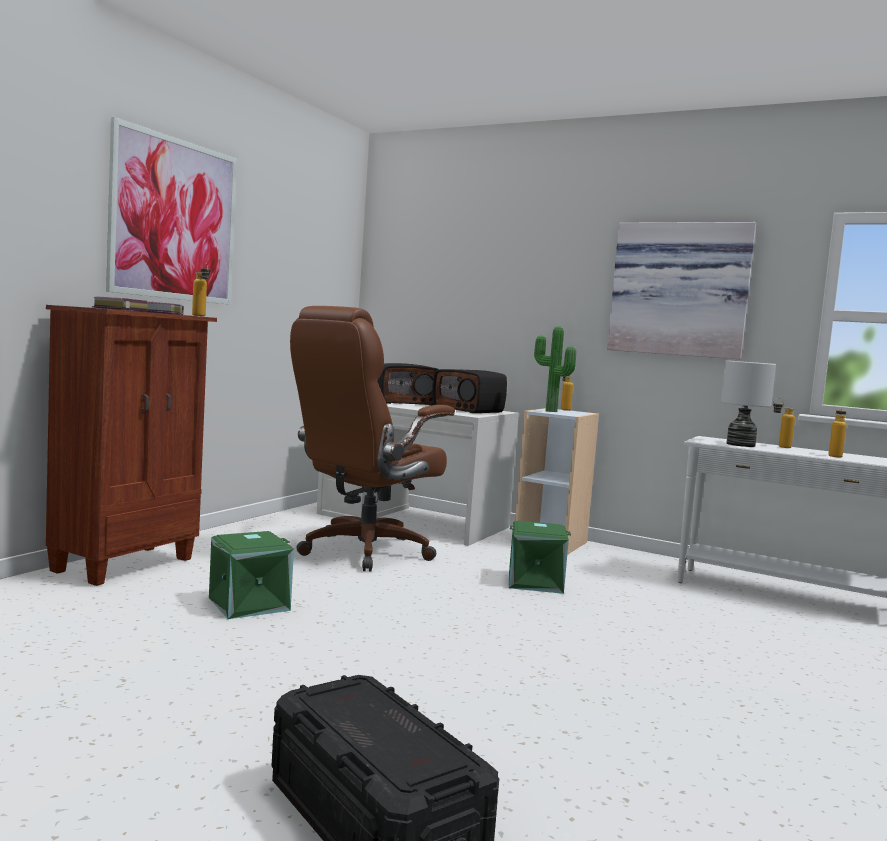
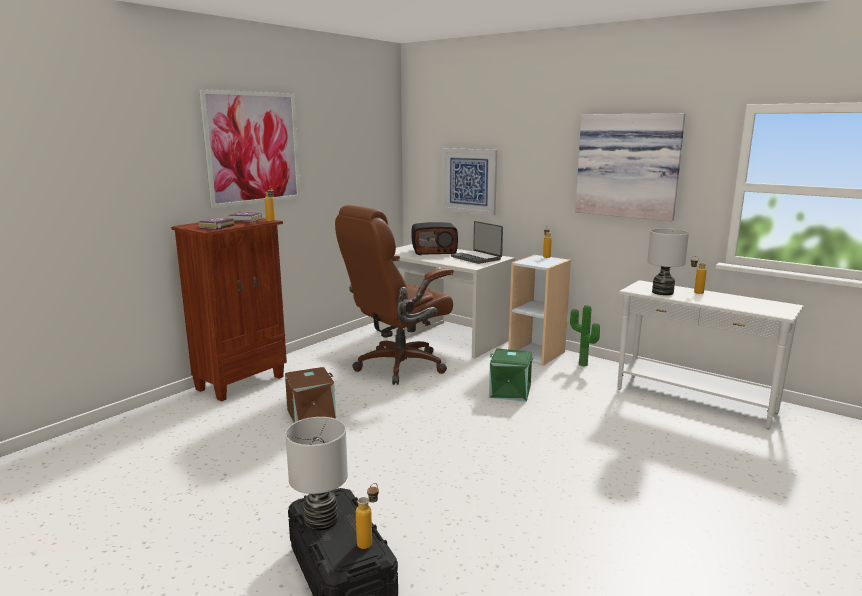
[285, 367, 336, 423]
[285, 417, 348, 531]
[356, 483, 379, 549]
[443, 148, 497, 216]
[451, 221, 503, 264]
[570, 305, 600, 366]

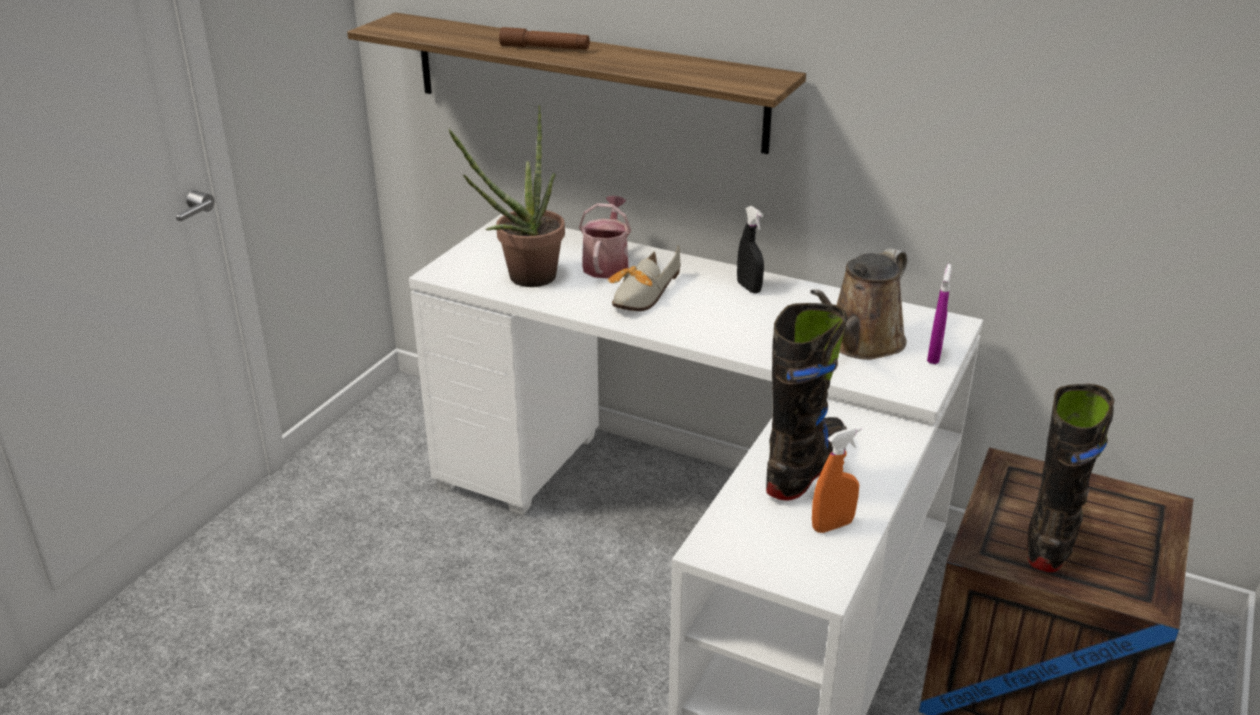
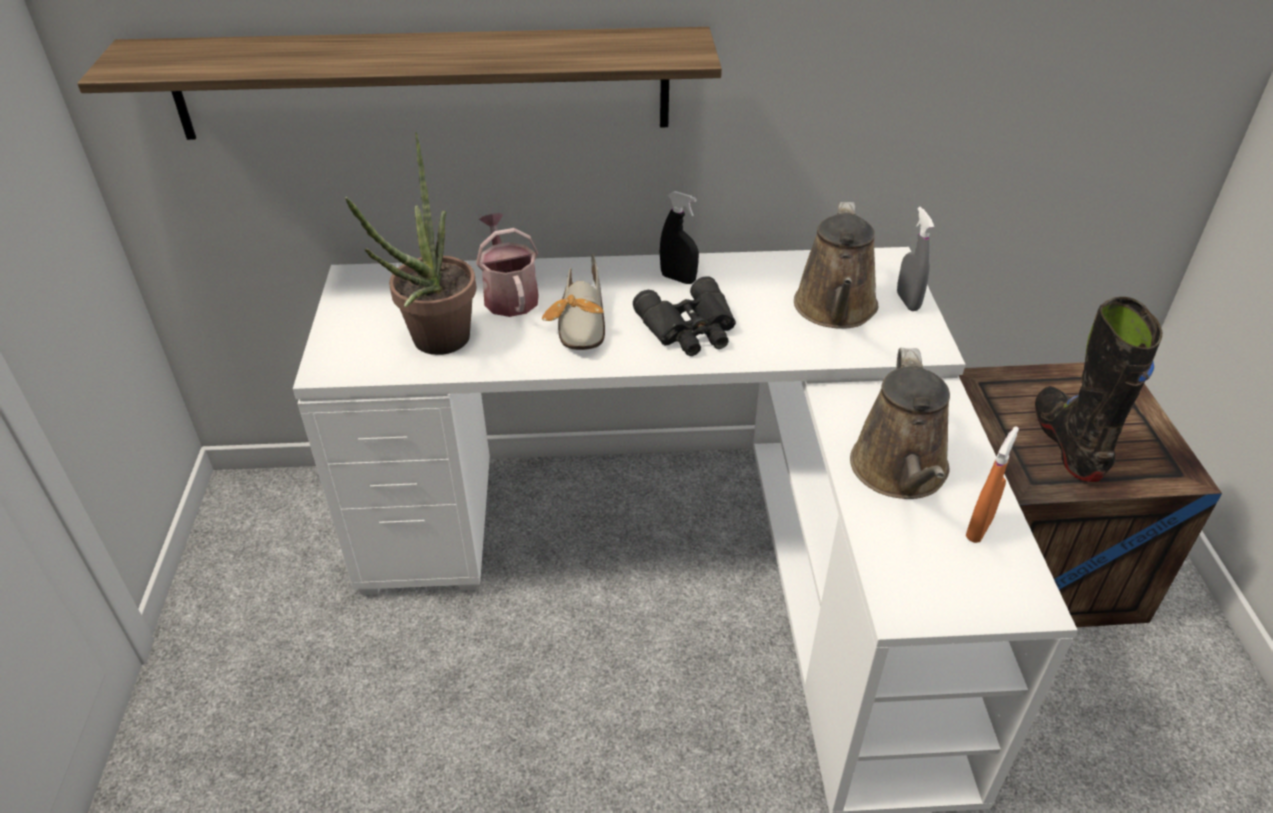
[633, 276, 736, 356]
[850, 348, 950, 499]
[897, 207, 934, 311]
[499, 27, 590, 50] (first image)

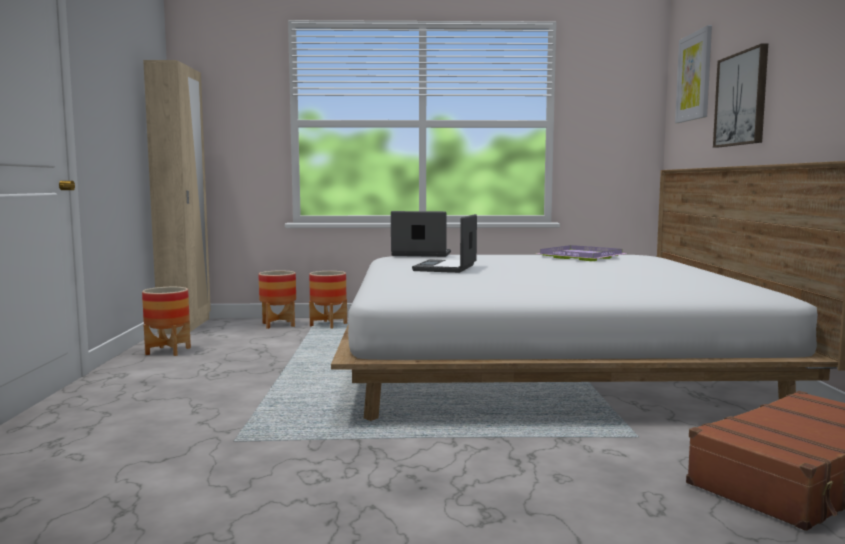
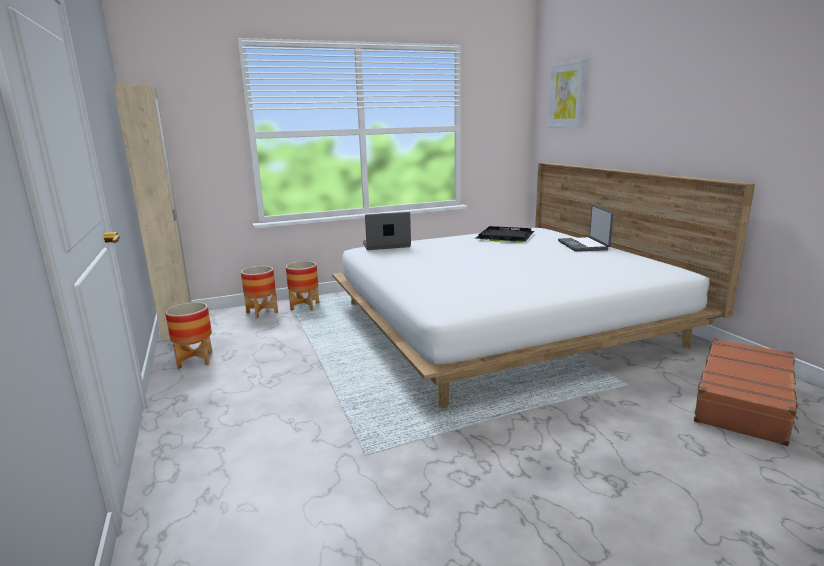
[475, 226, 534, 243]
[558, 205, 614, 252]
[713, 44, 768, 147] (first image)

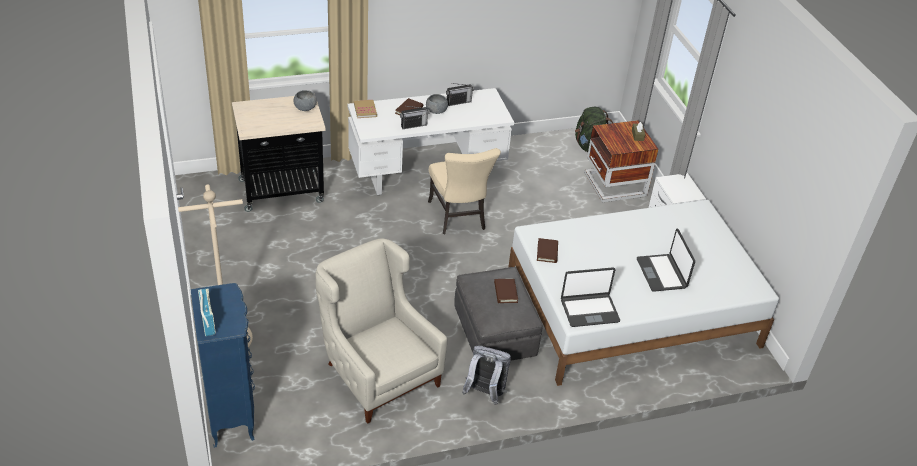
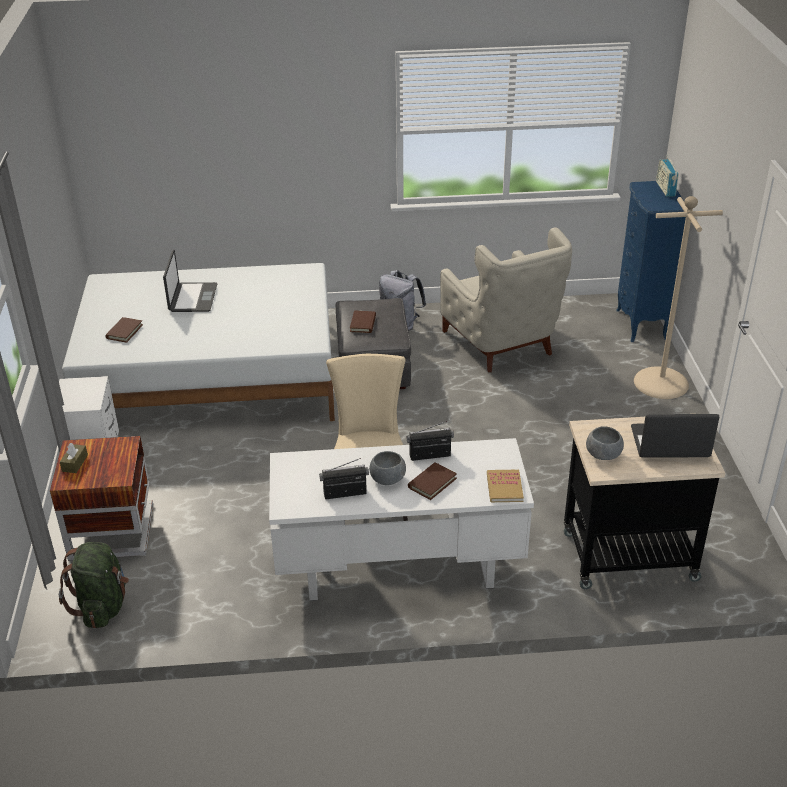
[106, 317, 143, 343]
[631, 414, 719, 458]

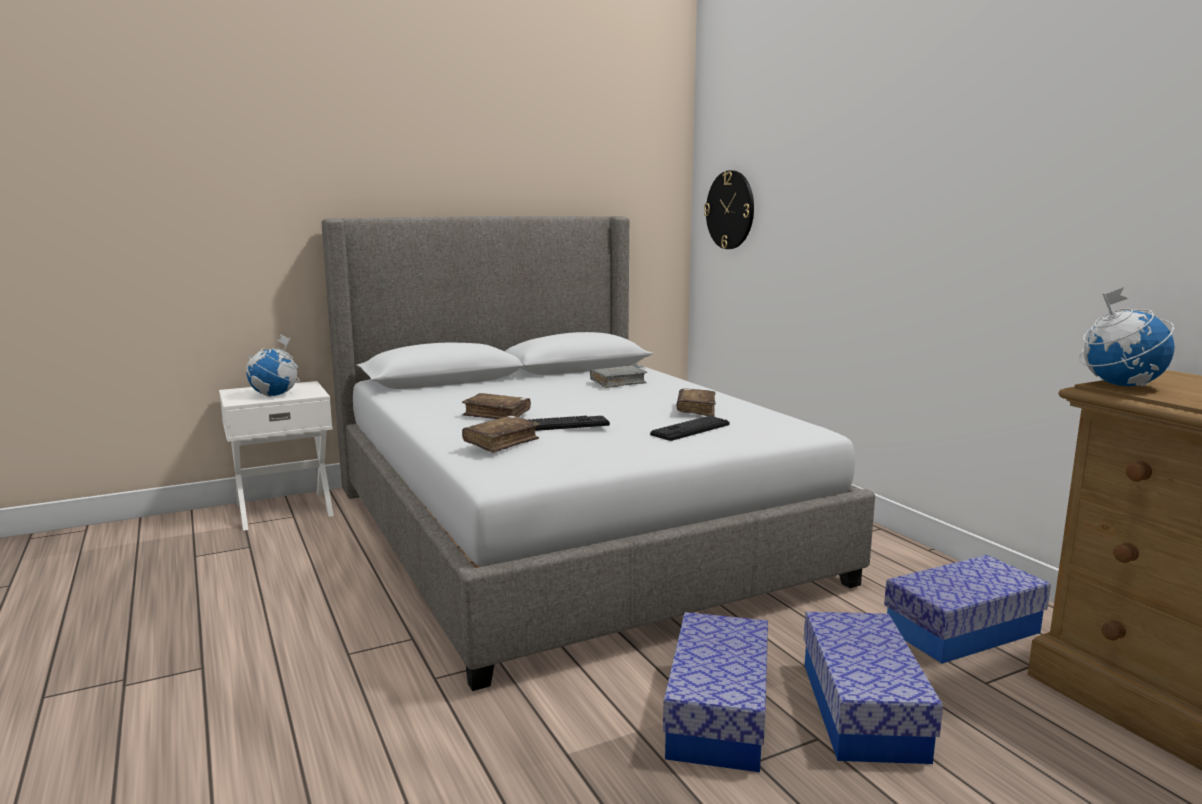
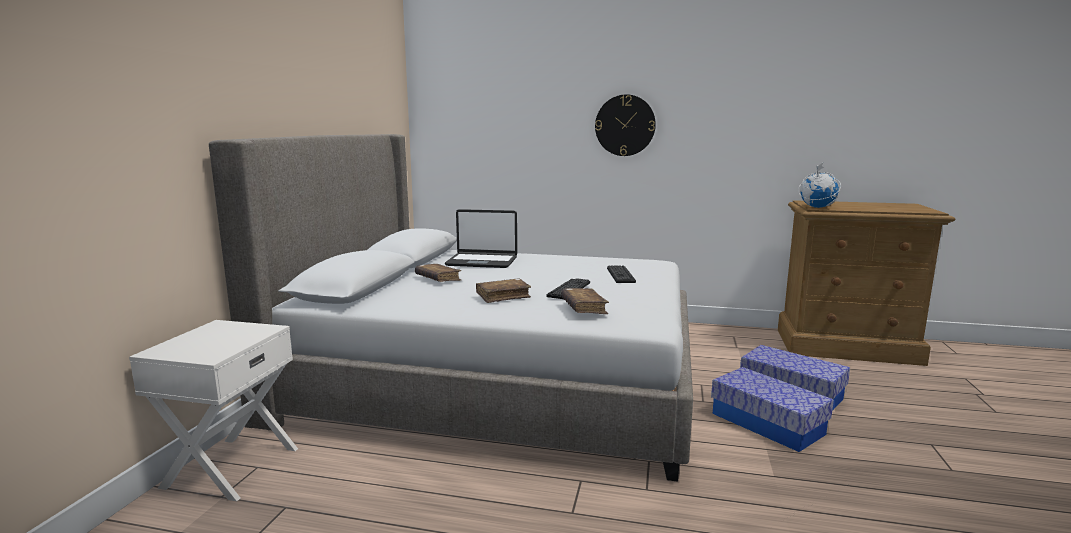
[415, 264, 461, 282]
[445, 209, 517, 268]
[595, 94, 656, 156]
[246, 334, 299, 397] (first image)
[884, 555, 1051, 664] (first image)

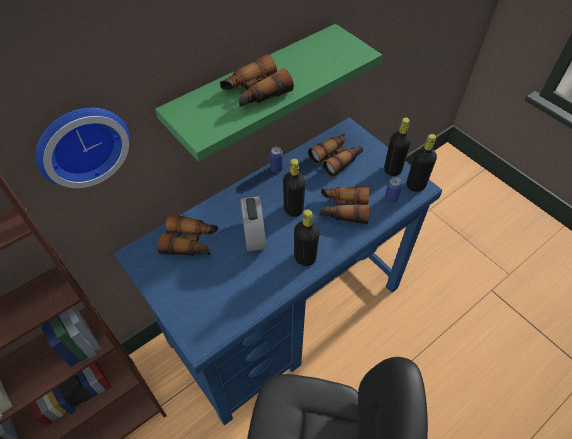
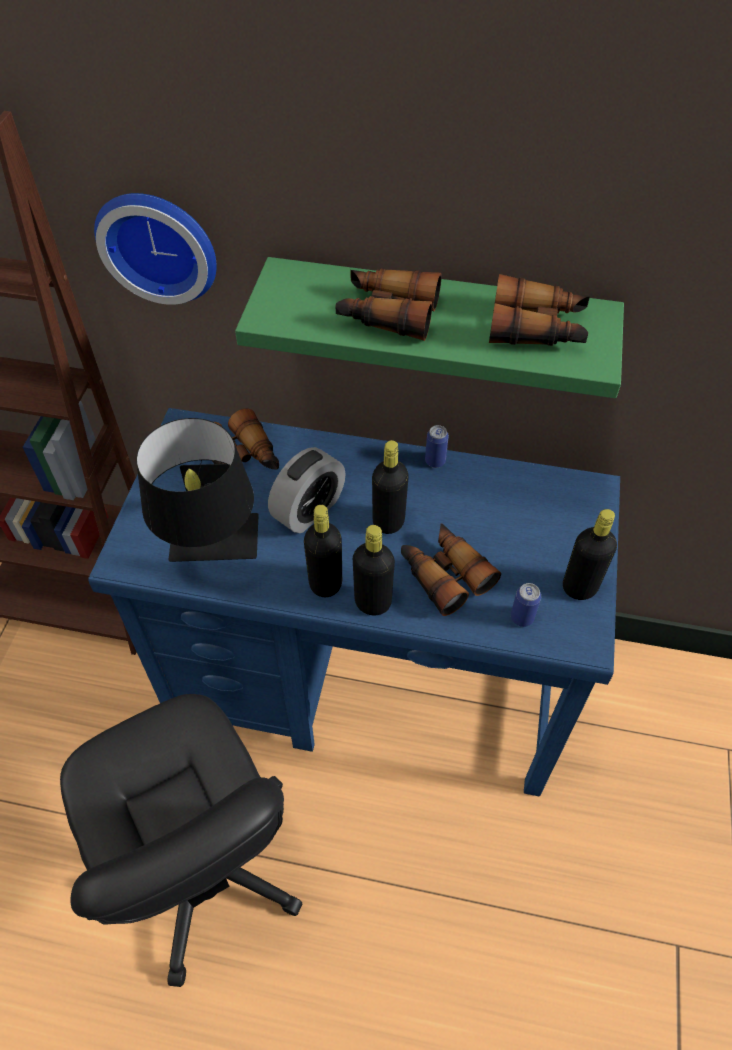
[136, 418, 259, 562]
[353, 525, 395, 615]
[489, 274, 590, 346]

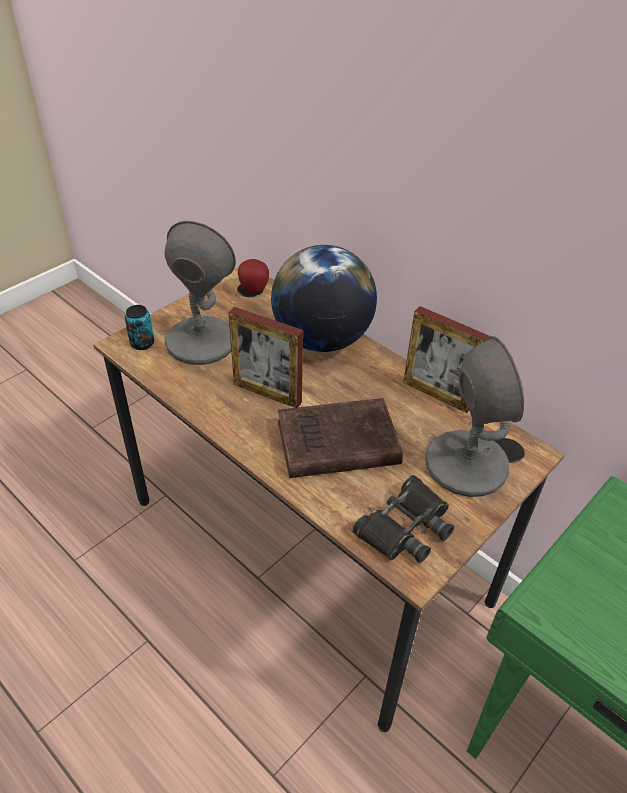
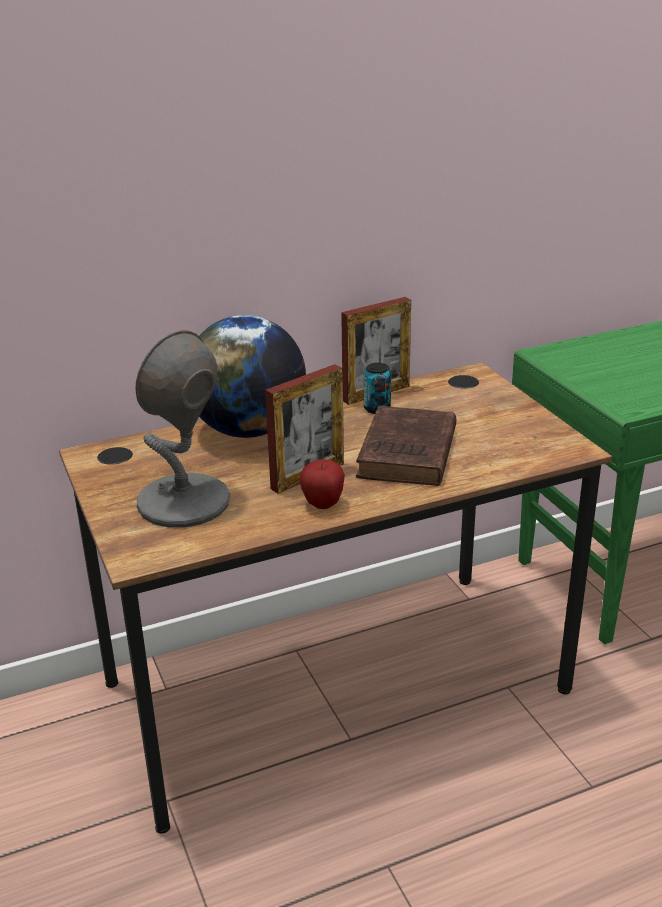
[299, 460, 345, 509]
[364, 363, 391, 414]
[352, 475, 454, 563] (first image)
[425, 336, 524, 497] (first image)

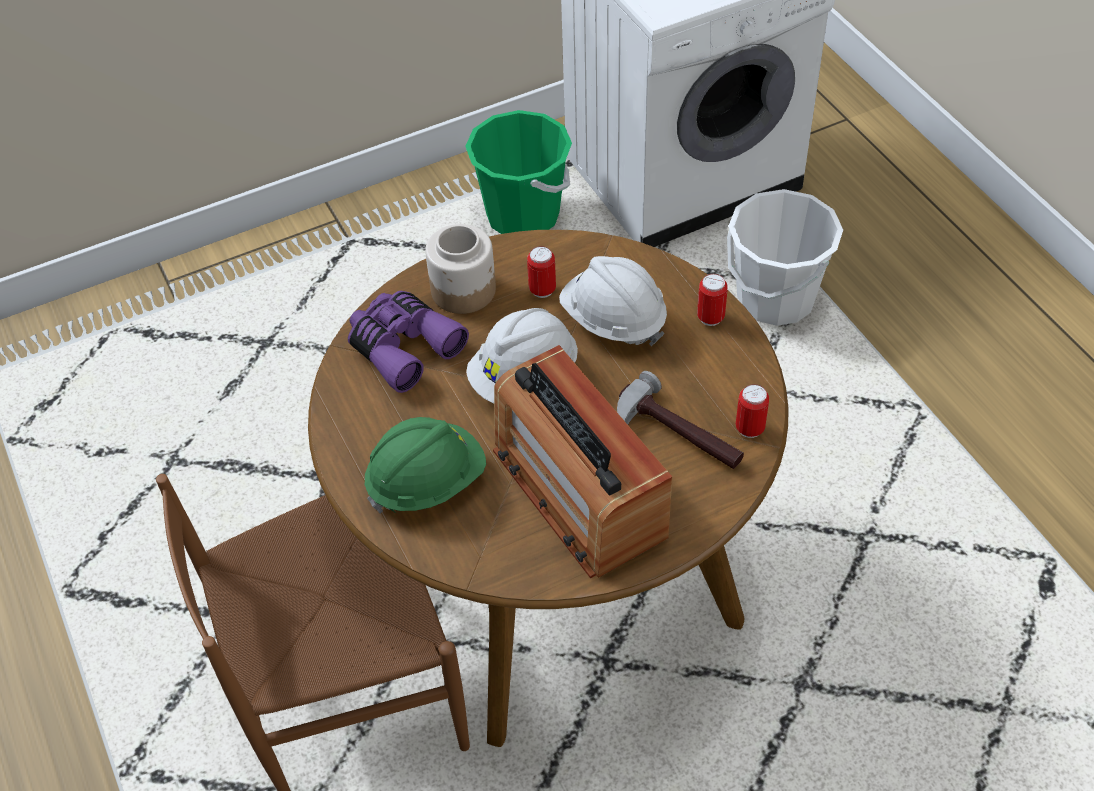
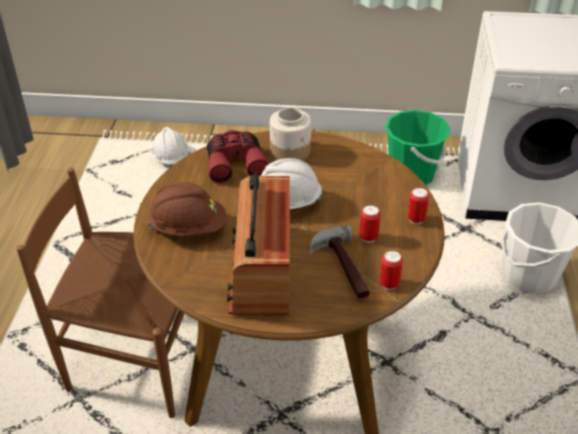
[147, 182, 226, 236]
[151, 127, 189, 168]
[207, 130, 269, 183]
[359, 205, 381, 243]

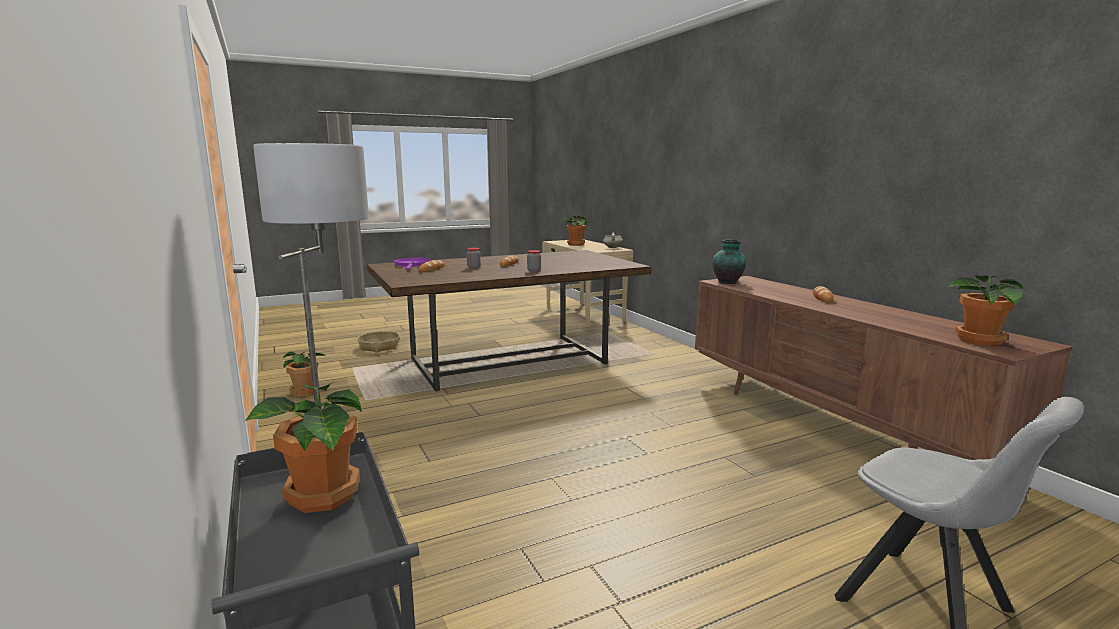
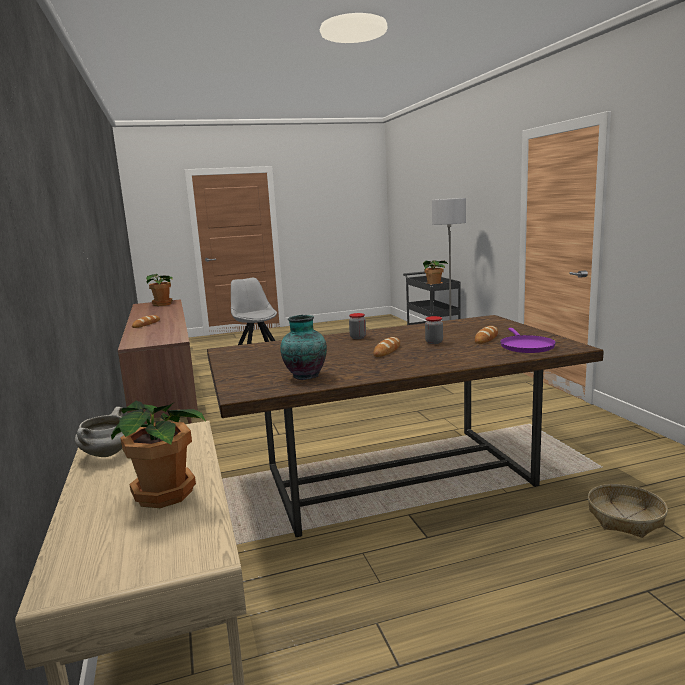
[280, 315, 327, 380]
[283, 352, 327, 397] (first image)

